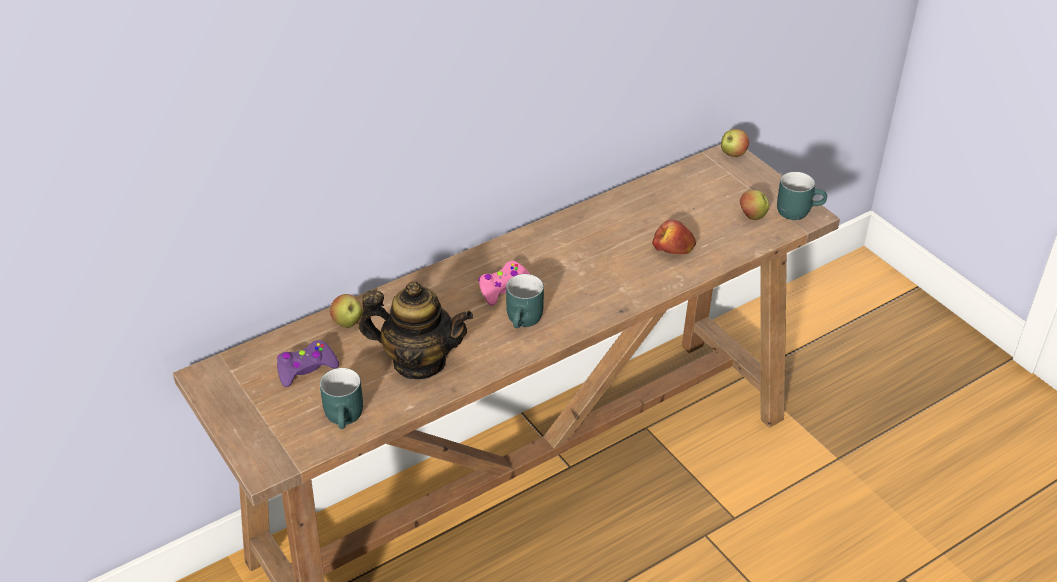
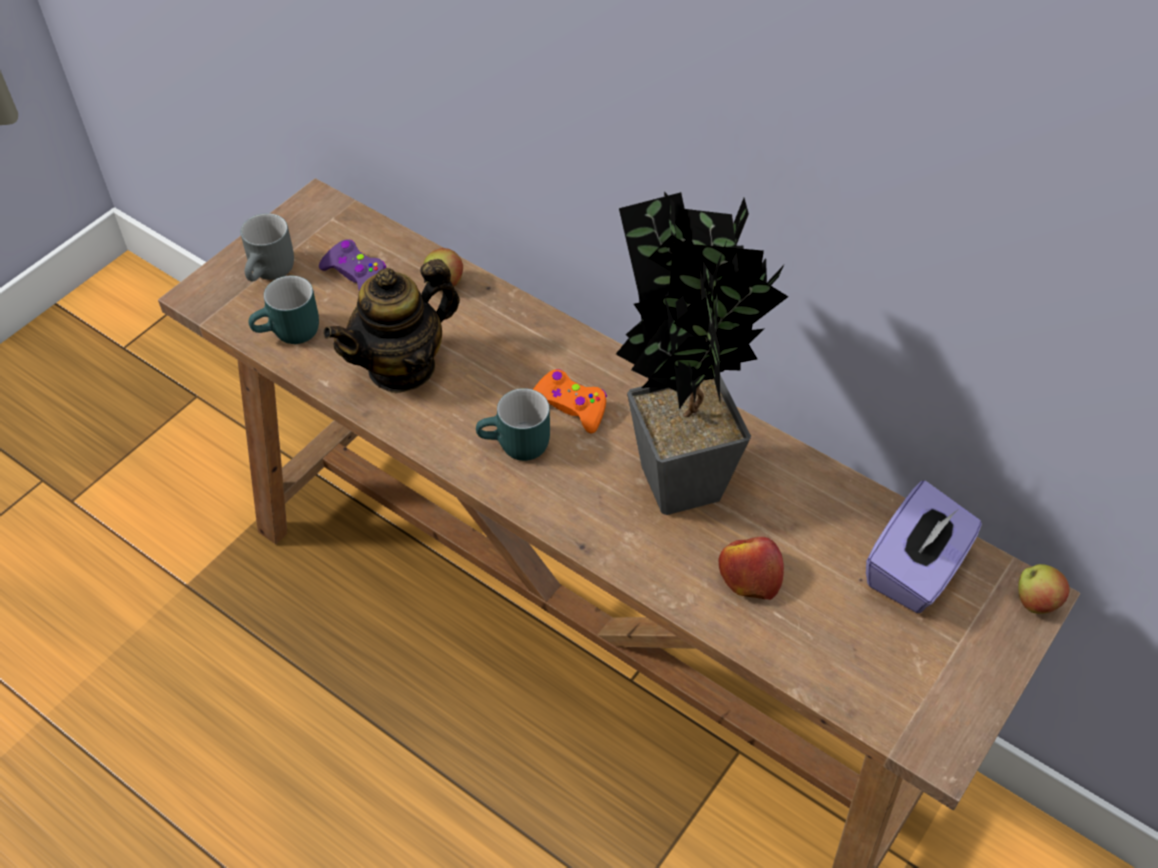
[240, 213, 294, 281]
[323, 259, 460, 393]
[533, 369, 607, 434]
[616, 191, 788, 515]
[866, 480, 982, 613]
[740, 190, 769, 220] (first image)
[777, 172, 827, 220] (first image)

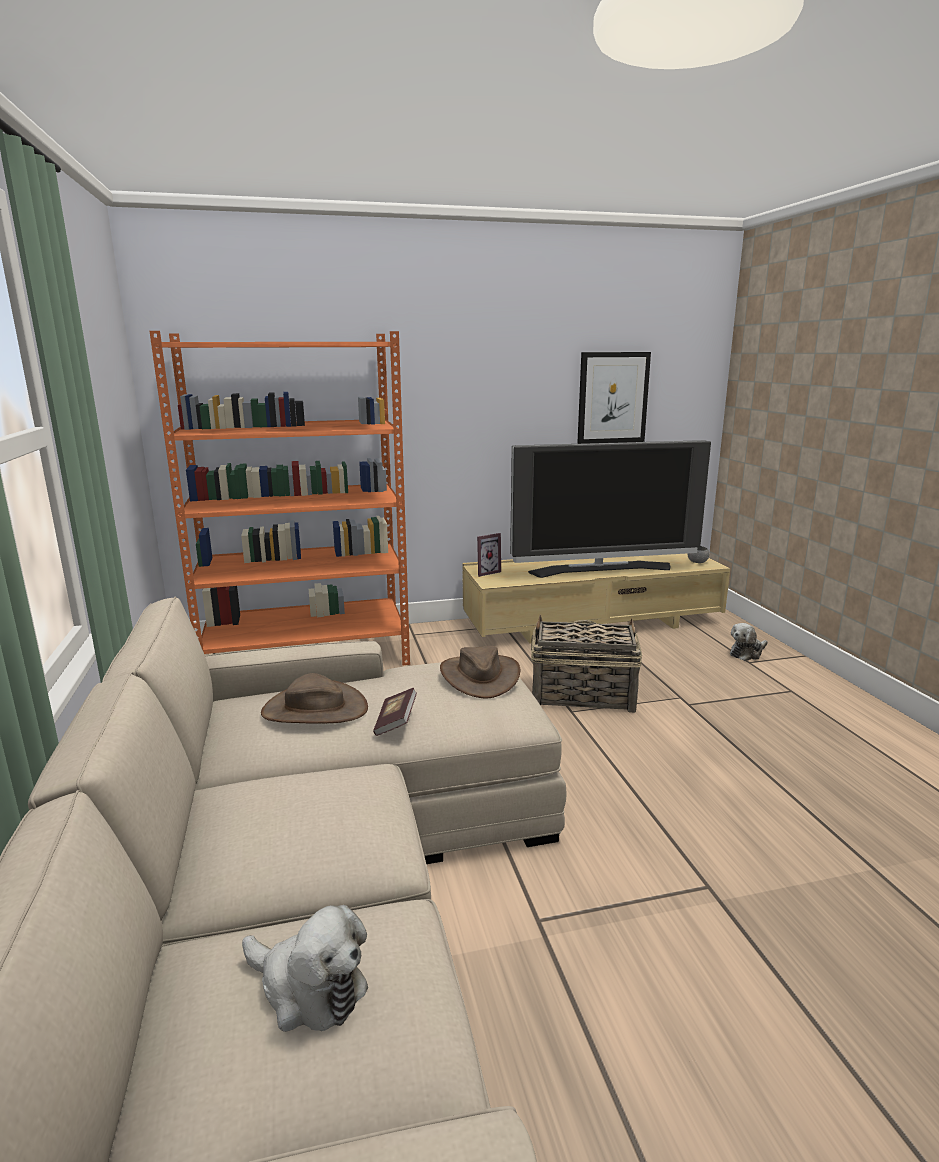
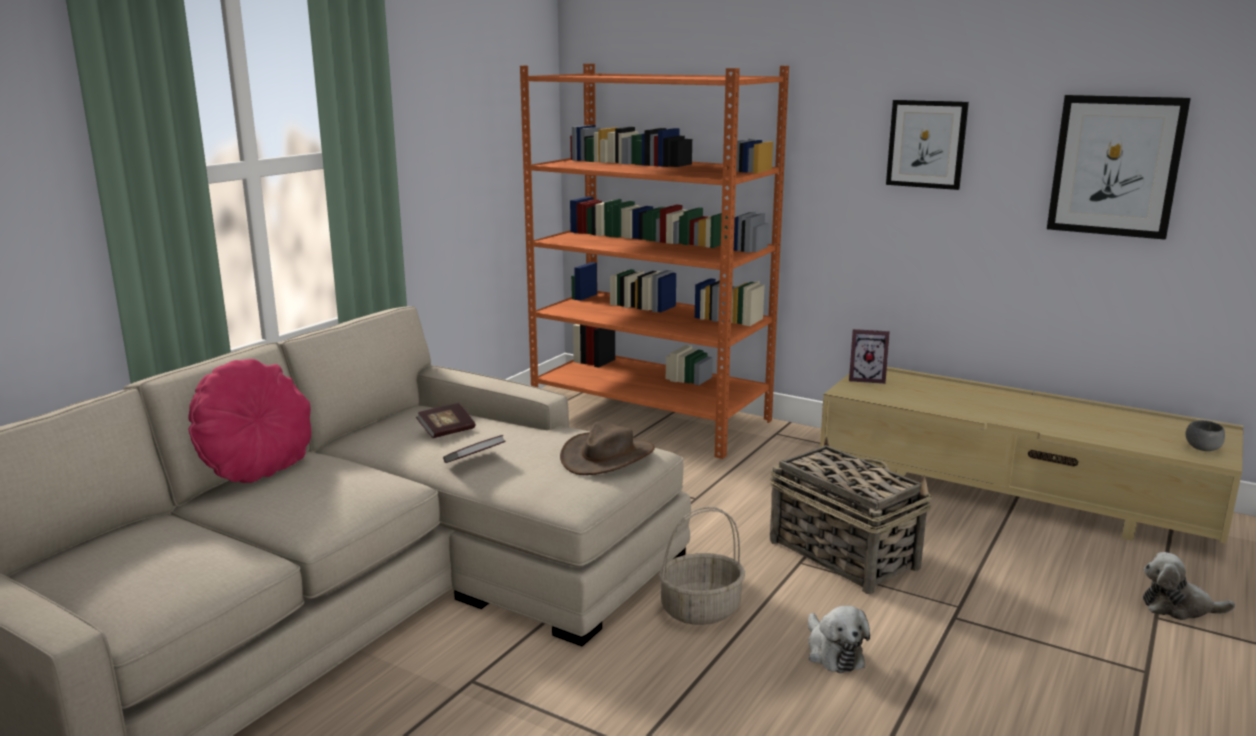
[188, 359, 311, 483]
[416, 403, 476, 438]
[659, 507, 745, 625]
[808, 605, 870, 673]
[886, 100, 969, 190]
[510, 440, 711, 578] (first image)

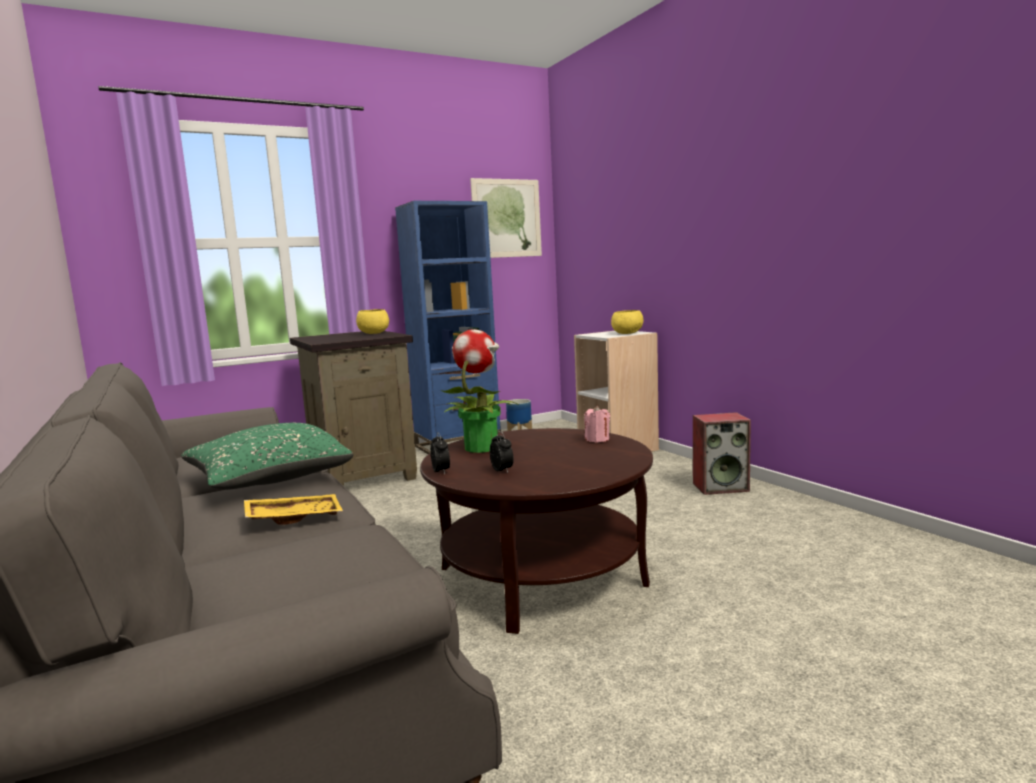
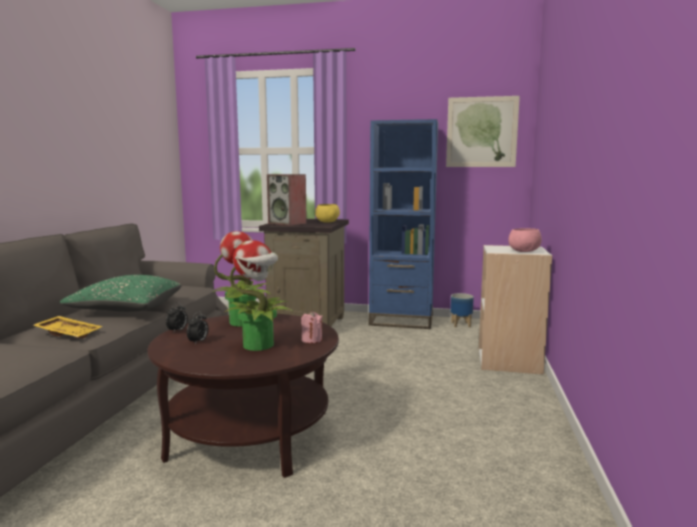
[224, 240, 293, 351]
[267, 174, 307, 226]
[508, 228, 542, 252]

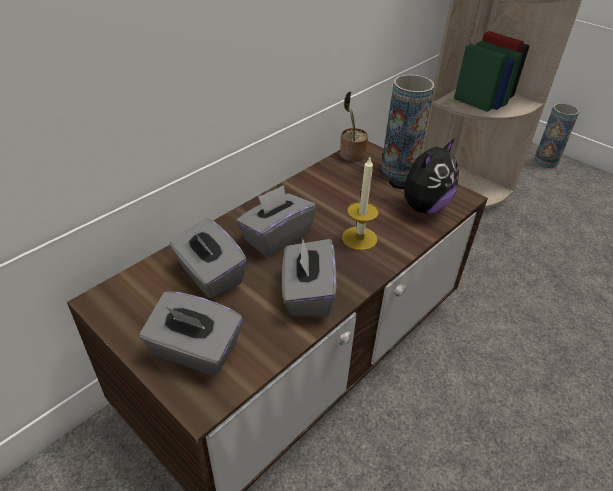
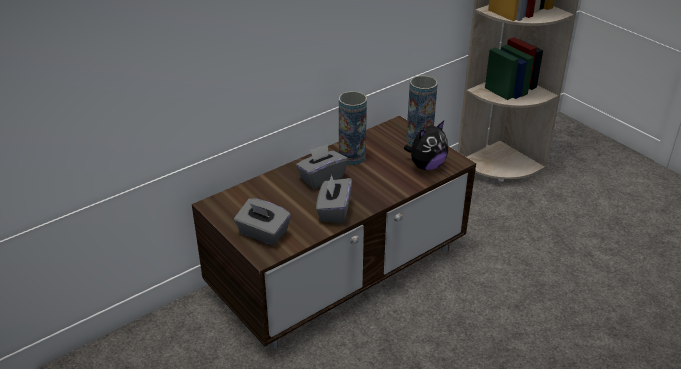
[339, 91, 367, 165]
[169, 218, 247, 298] (first image)
[340, 91, 368, 162] (first image)
[342, 157, 379, 251] (first image)

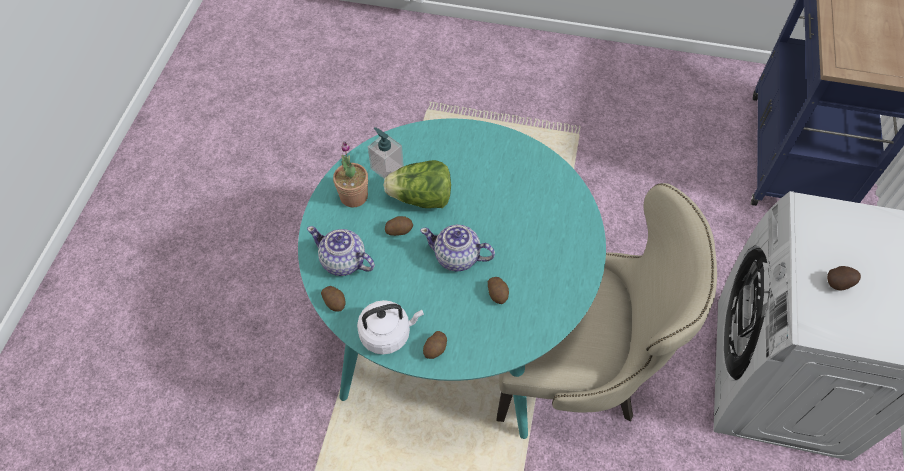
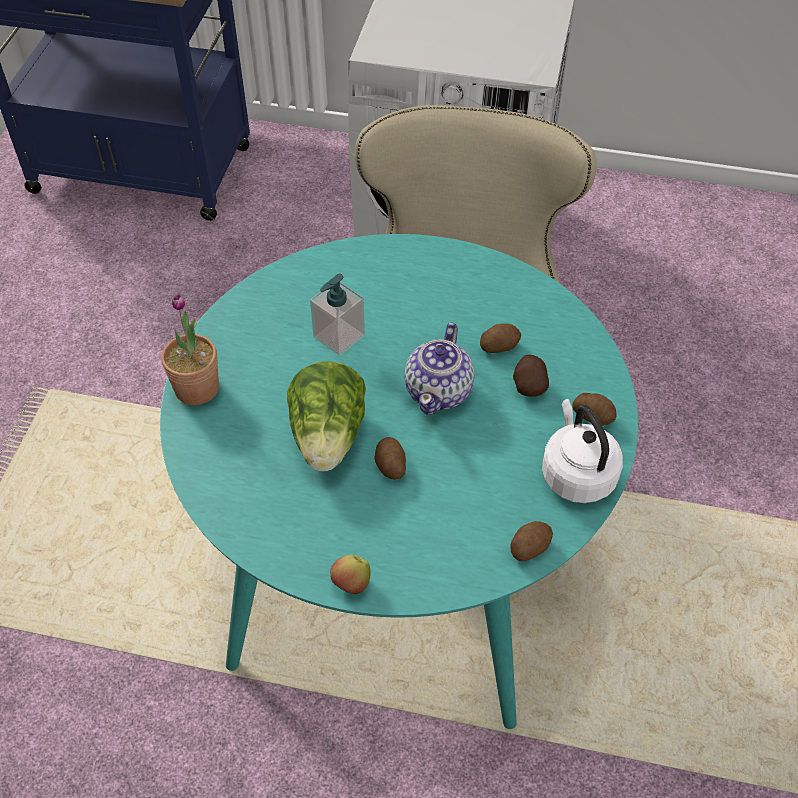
[161, 293, 219, 405]
[310, 274, 365, 356]
[330, 555, 371, 595]
[513, 355, 549, 397]
[307, 226, 375, 276] (first image)

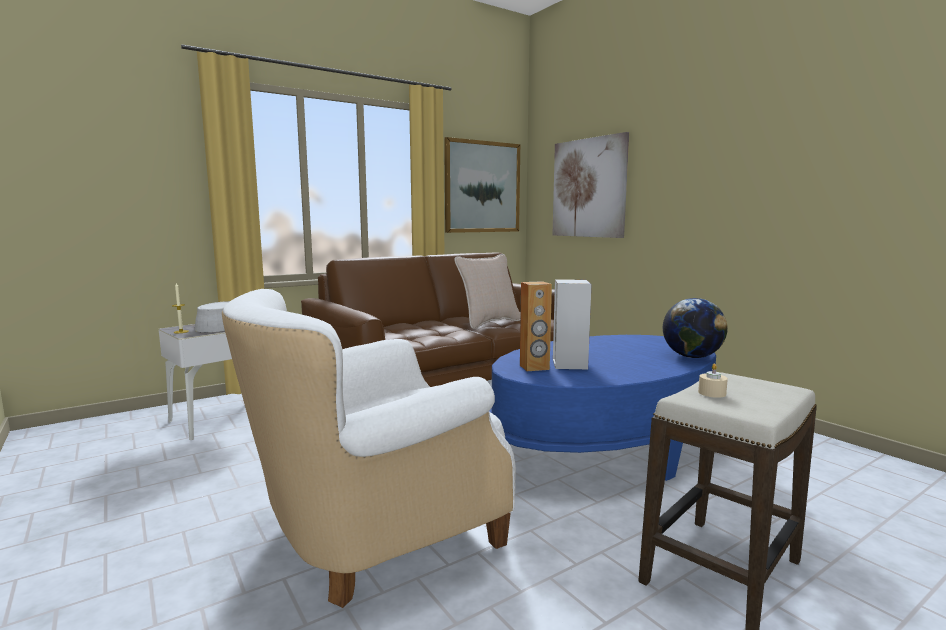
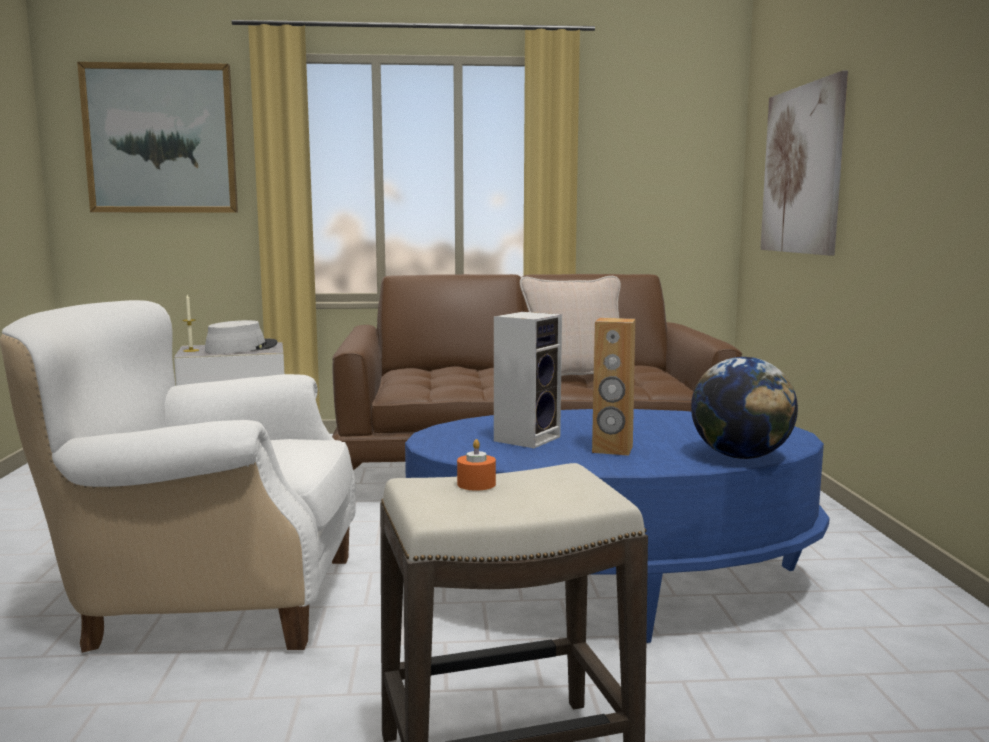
[77, 62, 238, 213]
[457, 439, 496, 491]
[592, 318, 635, 456]

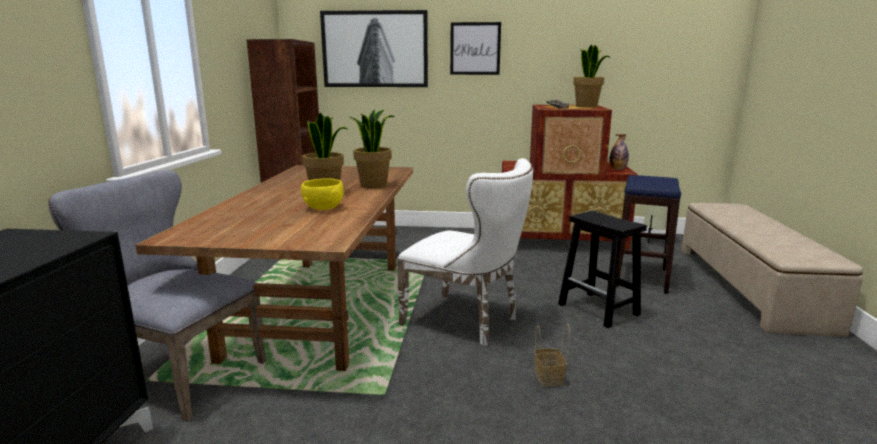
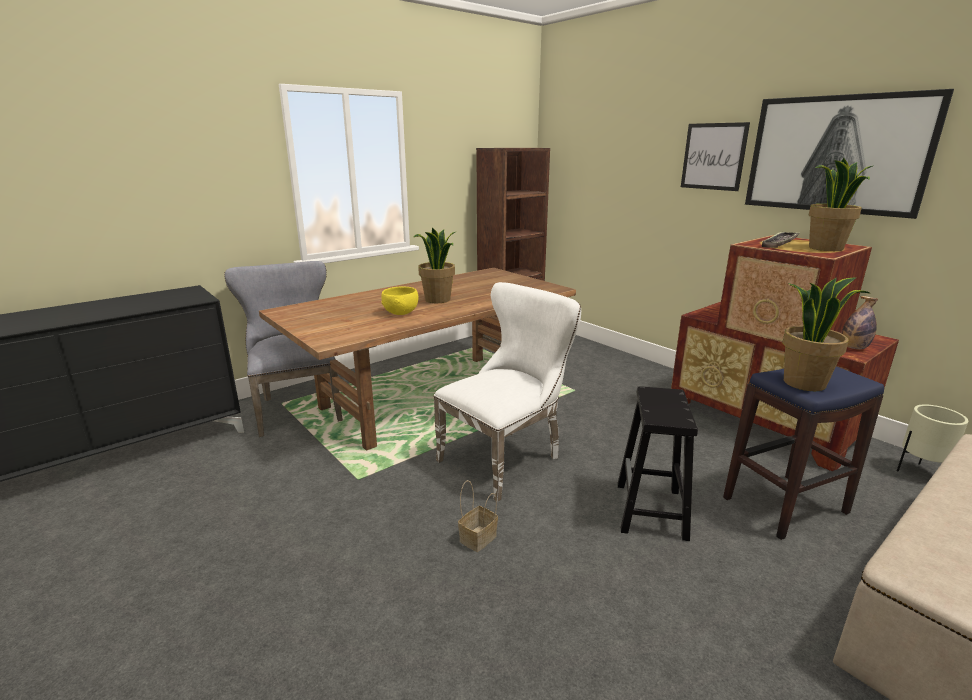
[433, 282, 581, 502]
[745, 89, 954, 219]
[783, 277, 869, 391]

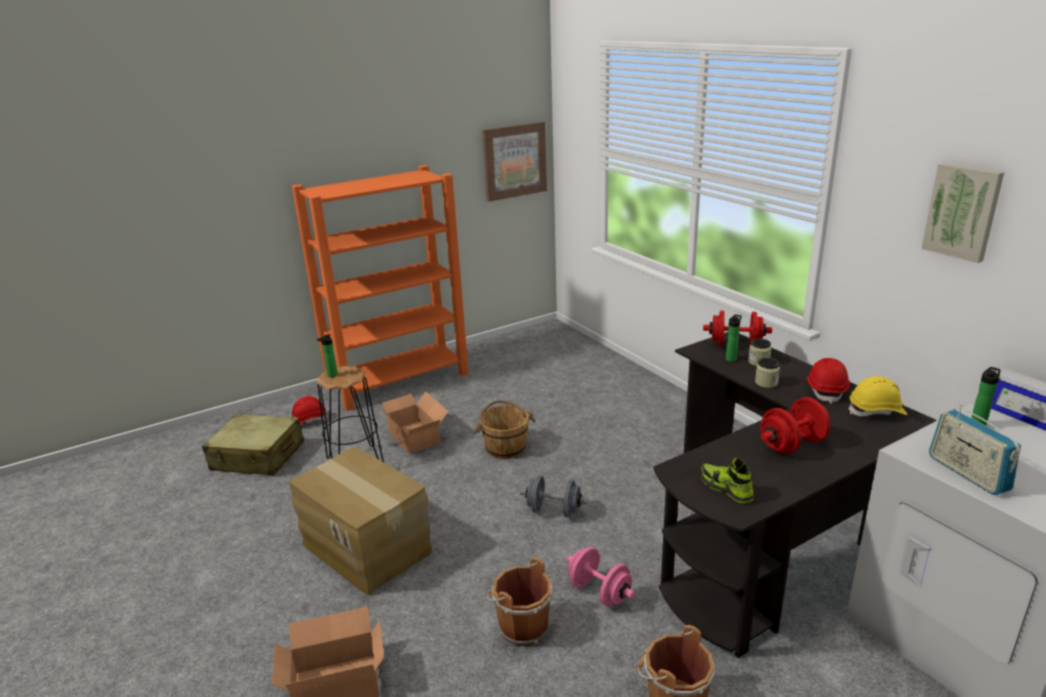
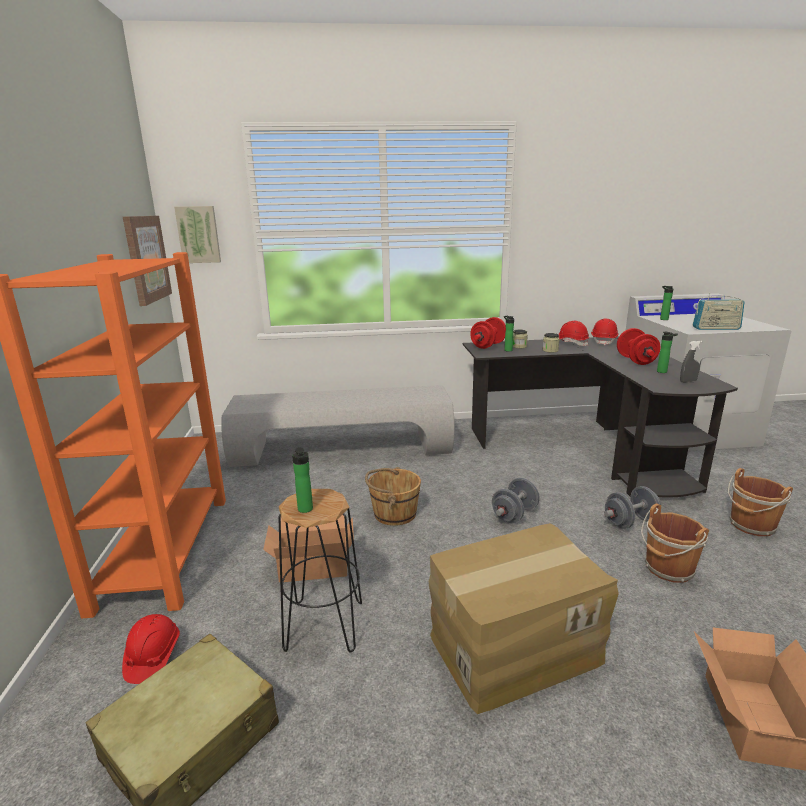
[174, 206, 221, 263]
[221, 385, 455, 467]
[591, 319, 619, 345]
[604, 486, 661, 529]
[657, 332, 678, 373]
[680, 341, 702, 383]

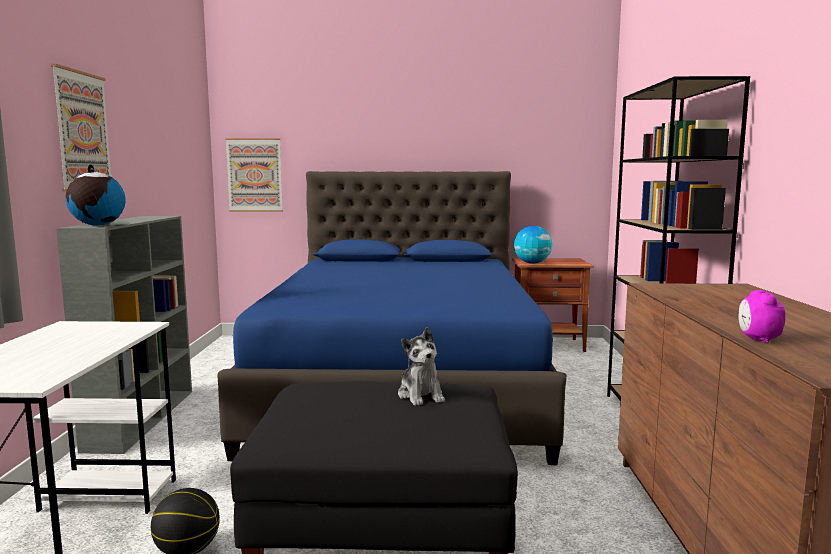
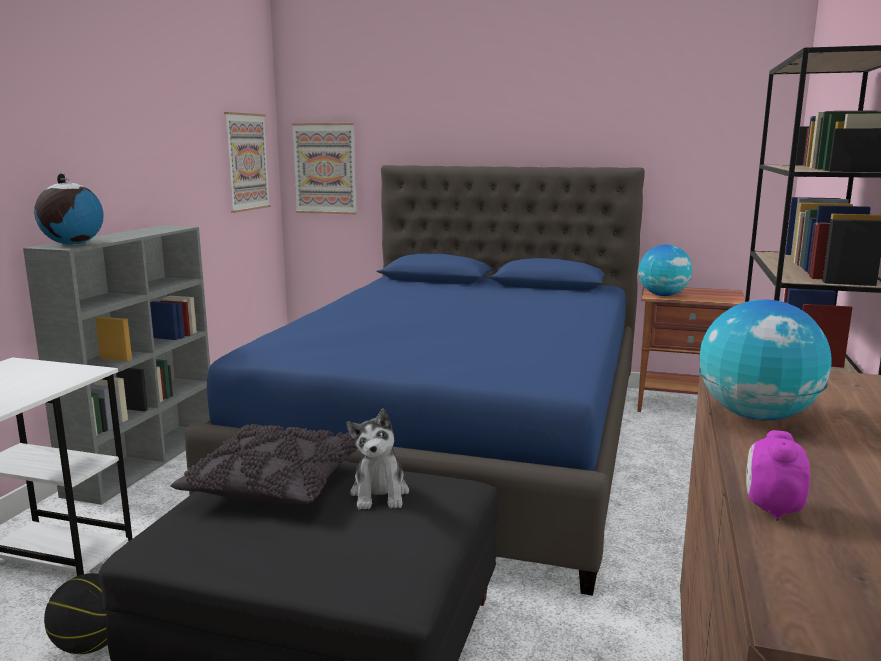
[170, 424, 358, 504]
[224, 112, 271, 213]
[699, 299, 832, 421]

